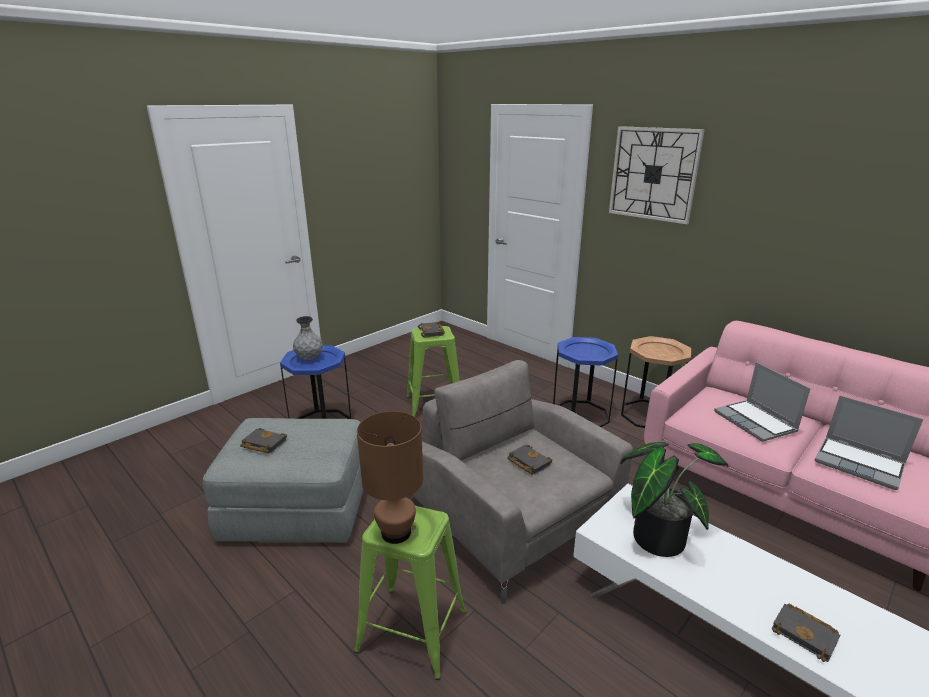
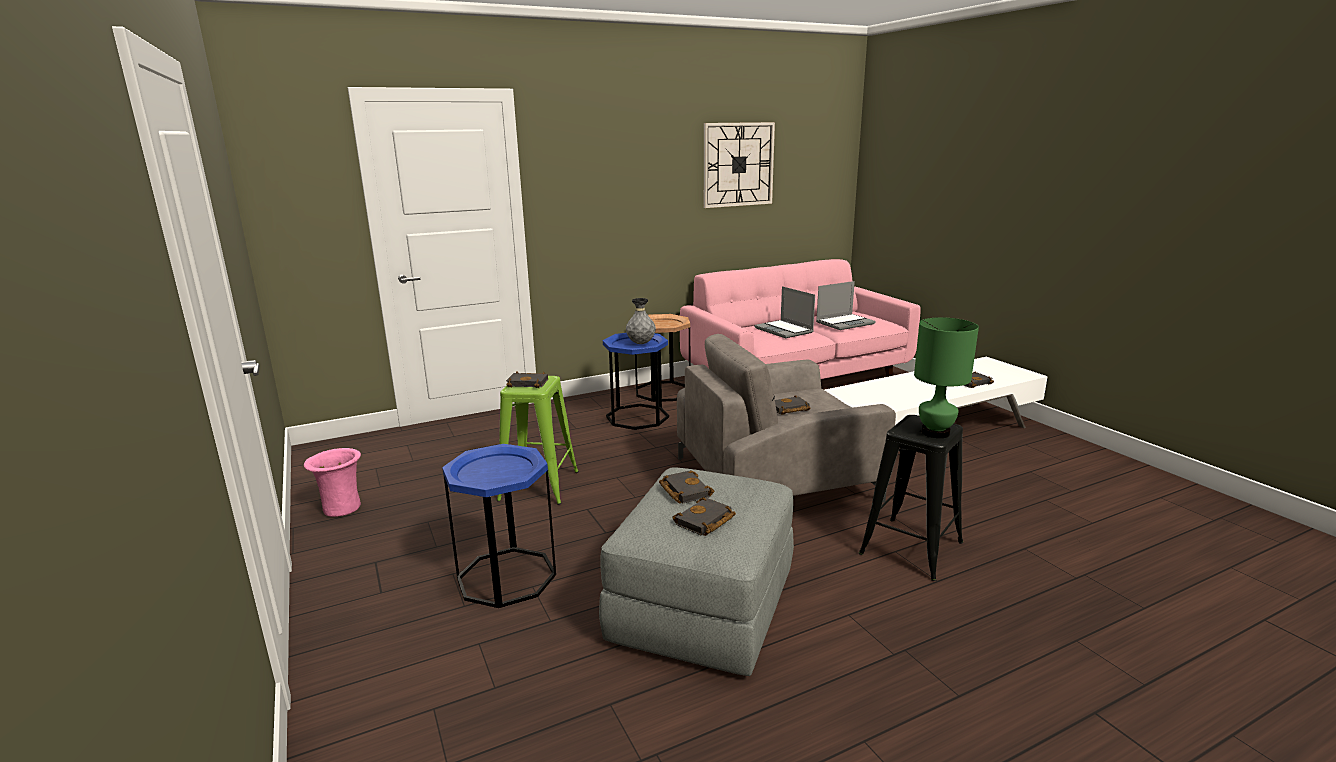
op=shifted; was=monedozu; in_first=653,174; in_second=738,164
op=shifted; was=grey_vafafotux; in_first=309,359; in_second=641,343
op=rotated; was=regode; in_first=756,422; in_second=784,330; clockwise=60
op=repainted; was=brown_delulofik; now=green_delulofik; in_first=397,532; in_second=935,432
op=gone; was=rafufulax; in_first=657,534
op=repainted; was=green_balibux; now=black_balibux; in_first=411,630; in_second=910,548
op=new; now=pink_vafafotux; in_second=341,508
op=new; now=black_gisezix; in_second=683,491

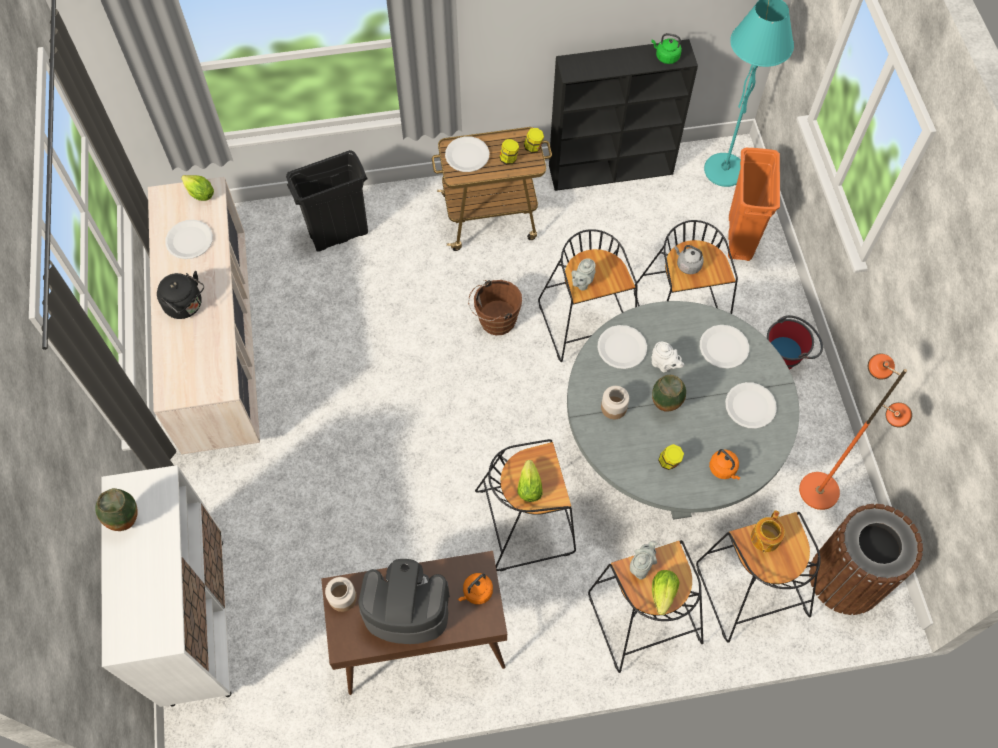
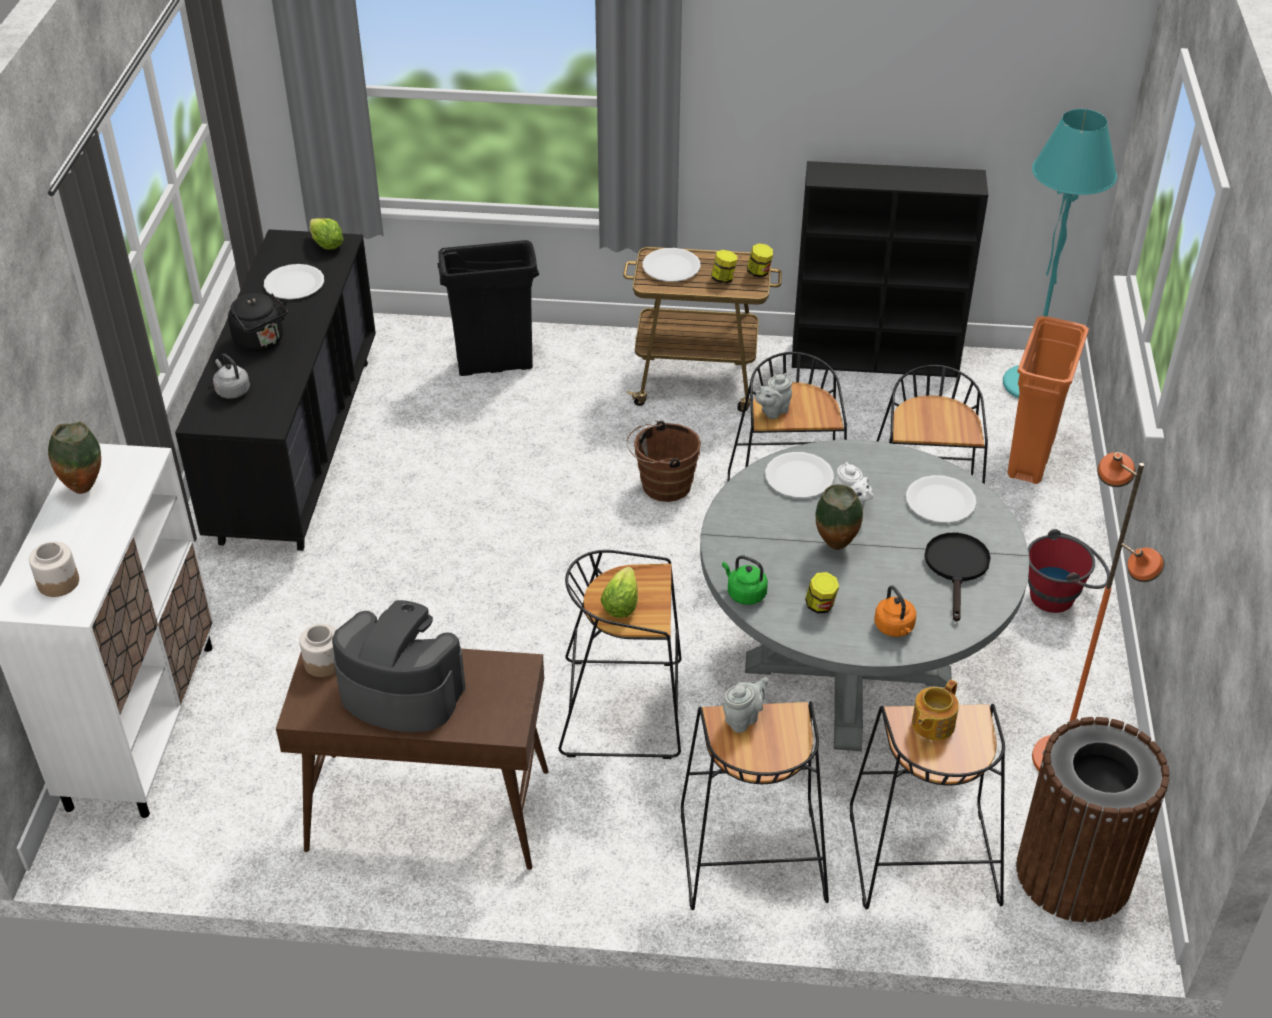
op=shifted; was=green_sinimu; in_first=666,57; in_second=744,593
op=repainted; was=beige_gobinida; now=black_gobinida; in_first=219,347; in_second=297,448
op=shifted; was=grey_sinimu; in_first=687,265; in_second=232,390
op=swapped; was=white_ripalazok; now=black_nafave; in_first=750,406; in_second=957,568
op=shifted; was=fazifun; in_first=613,407; in_second=58,582
op=gone; was=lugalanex; in_first=663,593
op=gone; was=orange_sinimu; in_first=476,592

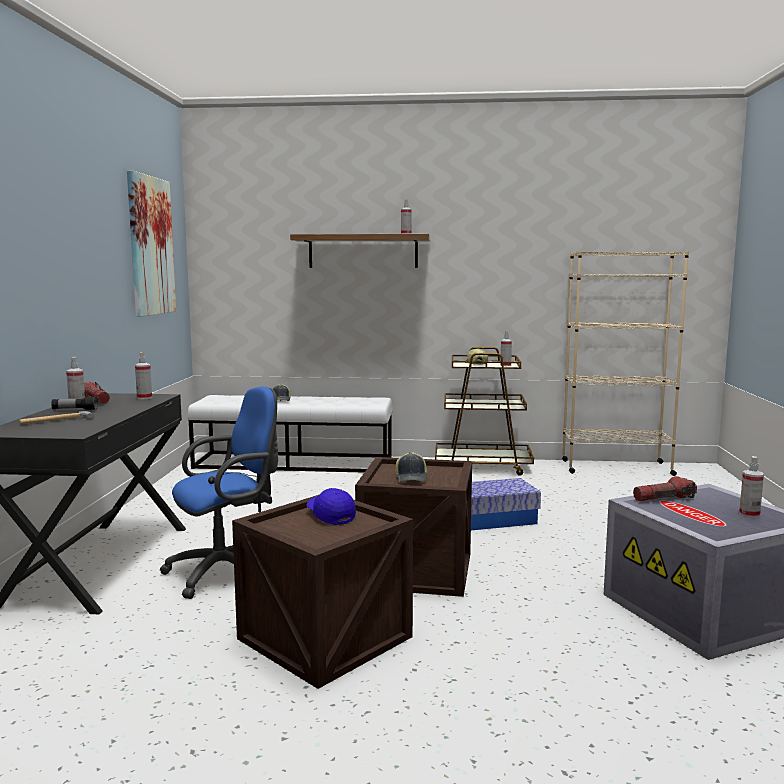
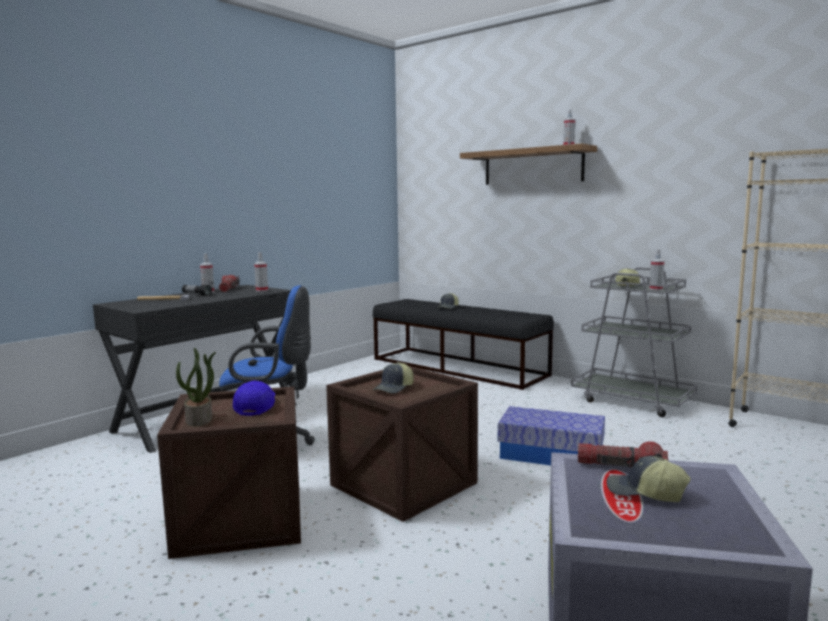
op=gone; was=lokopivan; in_first=150,246
op=repainted; was=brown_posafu; now=grey_posafu; in_first=483,466; in_second=632,401
op=repainted; was=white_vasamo; now=black_vasamo; in_first=294,462; in_second=458,367
op=gone; was=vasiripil; in_first=749,514
op=new; now=rafufulax; in_second=199,419
op=new; now=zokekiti; in_second=645,493

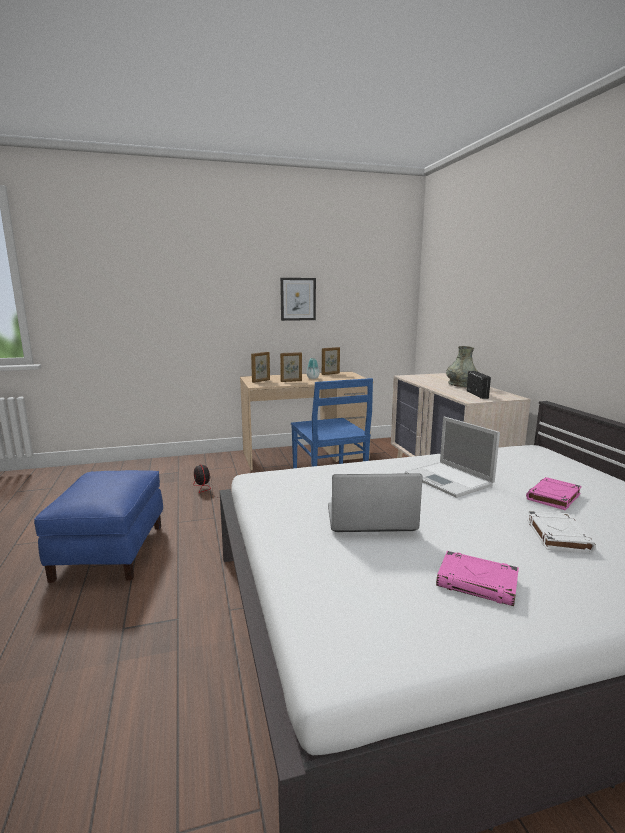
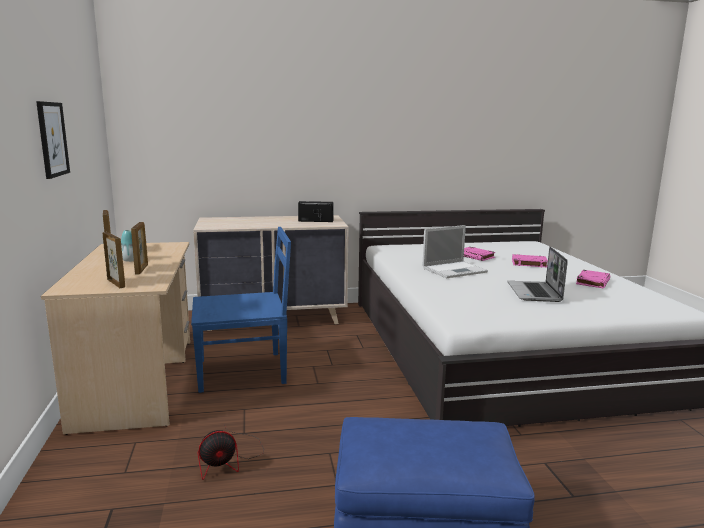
op=gone; was=grey_vafafotux; in_first=460,385
op=repainted; was=white_gisezix; now=pink_gisezix; in_first=557,535; in_second=528,263

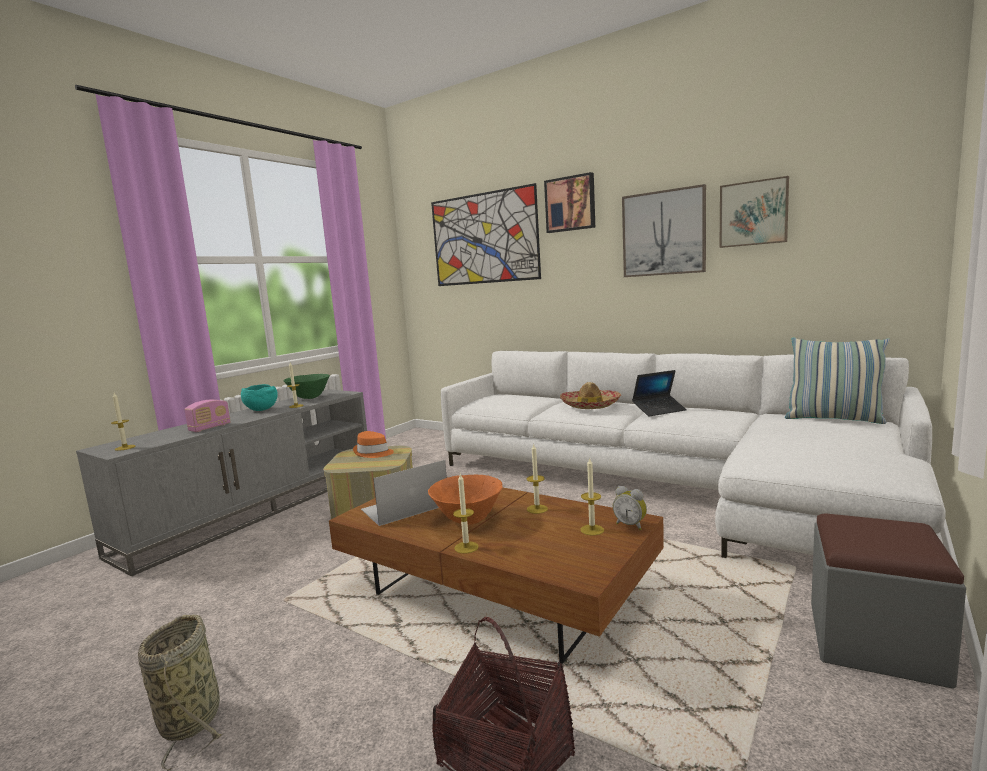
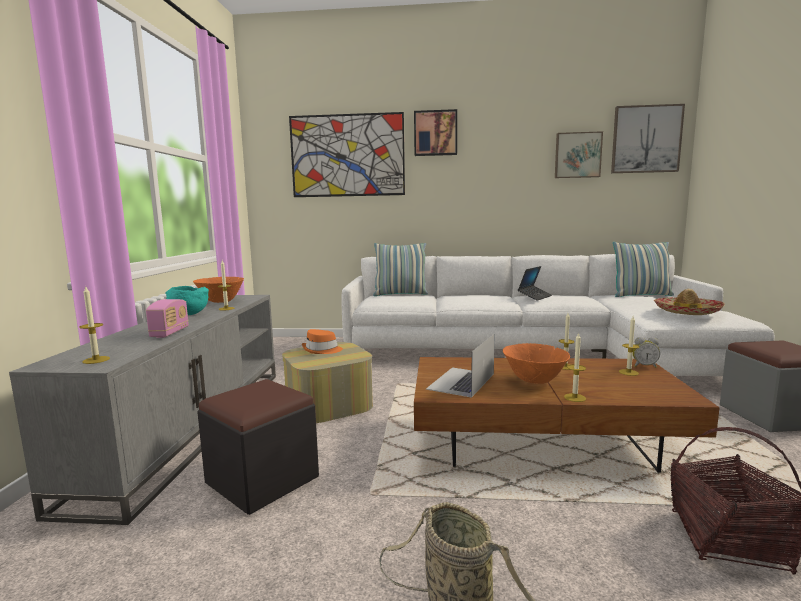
op=shifted; was=lokopivan; in_first=663,233; in_second=646,139
op=repainted; was=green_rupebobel; now=orange_rupebobel; in_first=309,398; in_second=220,302
op=shifted; was=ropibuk; in_first=590,405; in_second=687,312
op=new; now=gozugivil; in_second=400,294
op=new; now=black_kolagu; in_second=262,480

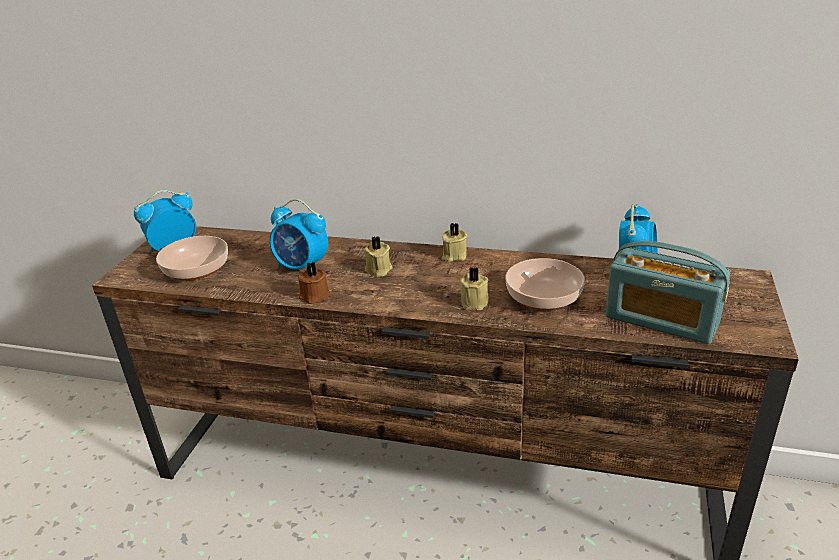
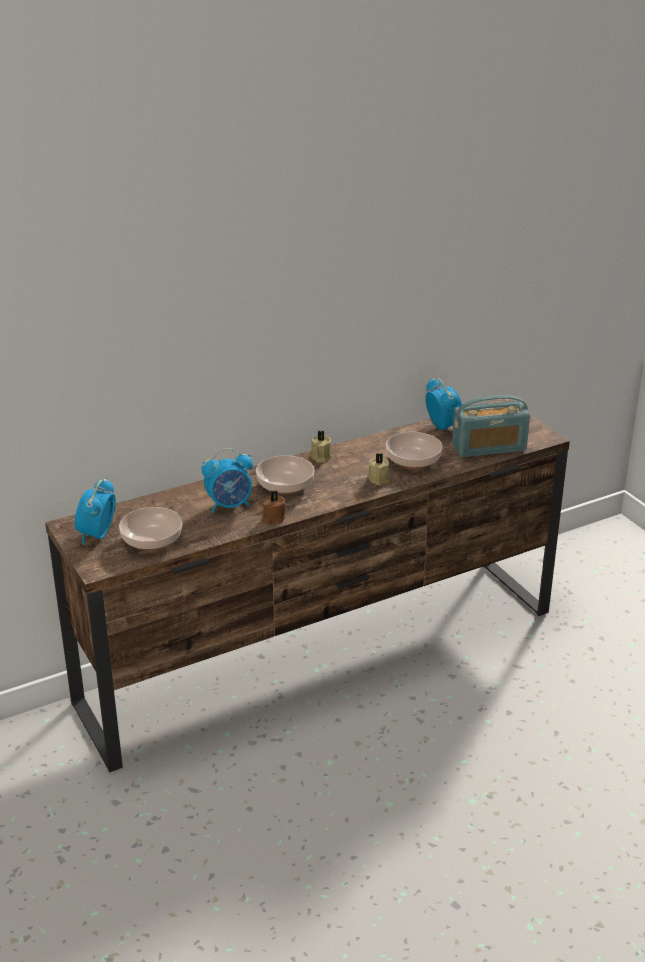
op=swapped; was=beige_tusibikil; now=rupebobel; in_first=378,270; in_second=286,485

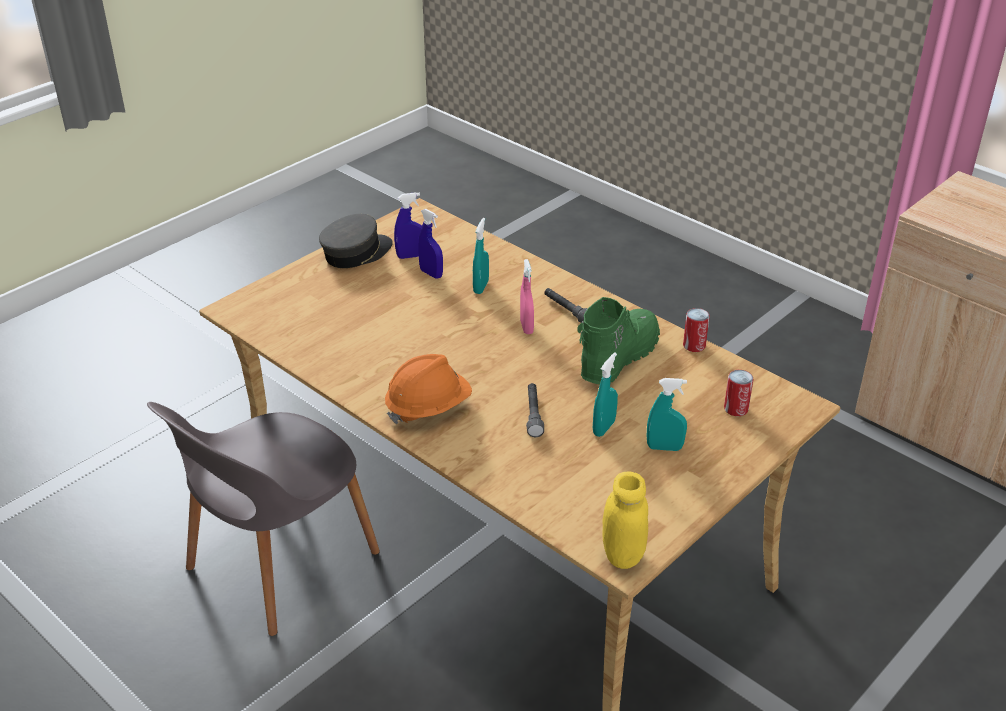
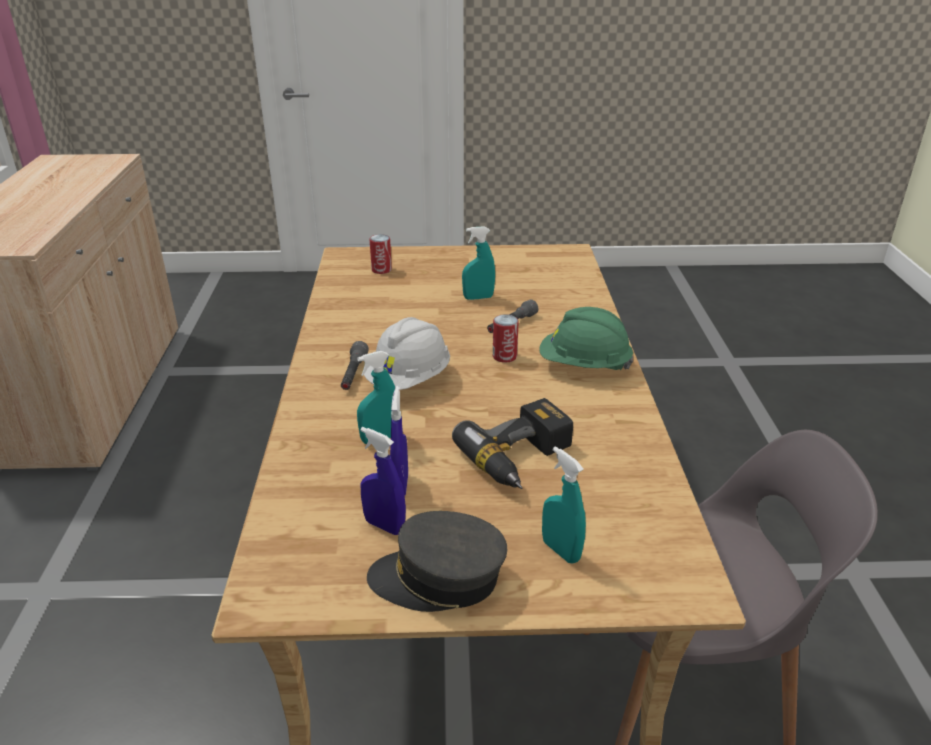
op=swapped; was=pink_vasiripil; now=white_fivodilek; in_first=526,327; in_second=409,380
op=gone; was=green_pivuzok; in_first=617,358
op=shifted; was=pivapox; in_first=694,345; in_second=504,356
op=repainted; was=orange_fivodilek; now=green_fivodilek; in_first=428,407; in_second=583,366
op=shifted; was=turquoise_vasiripil; in_first=664,447; in_second=560,550
op=gone; was=yellow_fazifun; in_first=623,555
op=new; now=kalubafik; in_second=521,459

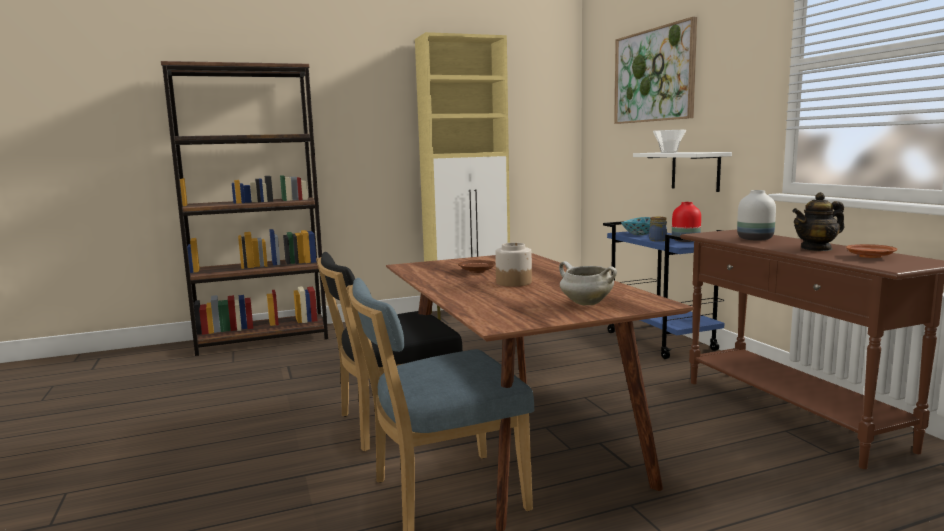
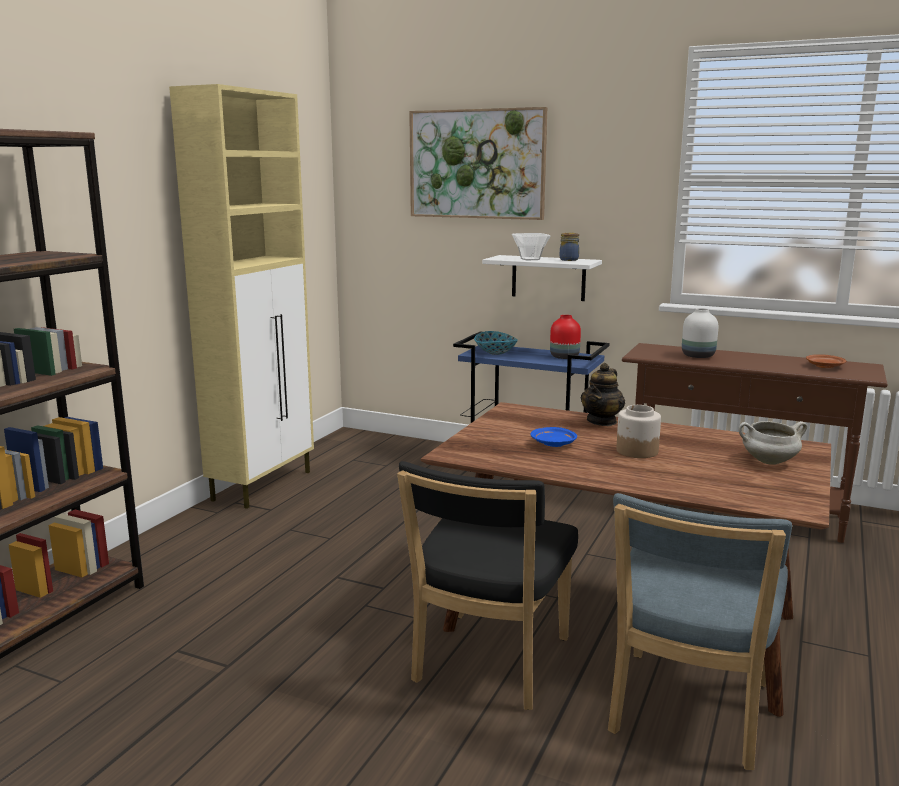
op=shifted; was=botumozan; in_first=816,248; in_second=602,421
op=shifted; was=fazifun; in_first=657,240; in_second=568,259
op=repainted; was=brown_ripalazok; now=blue_ripalazok; in_first=476,271; in_second=553,444

